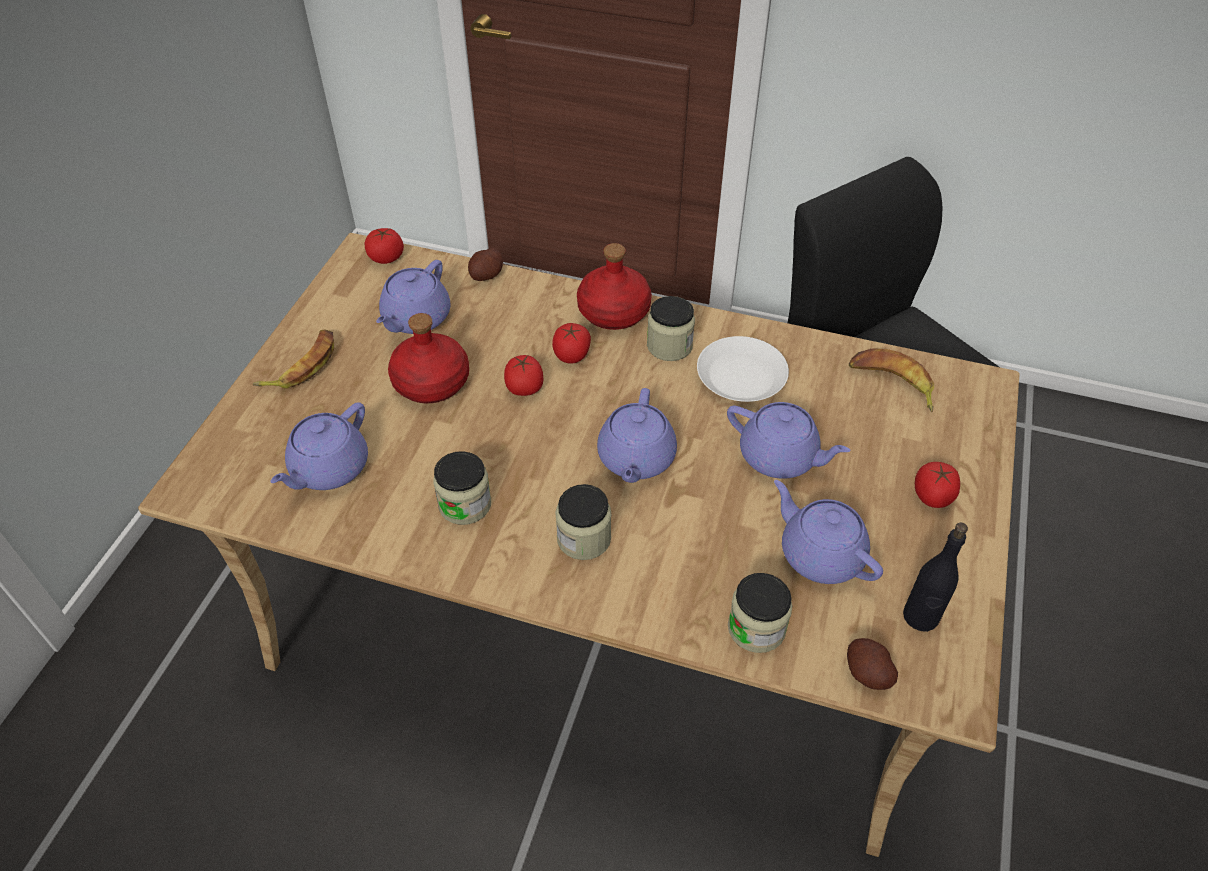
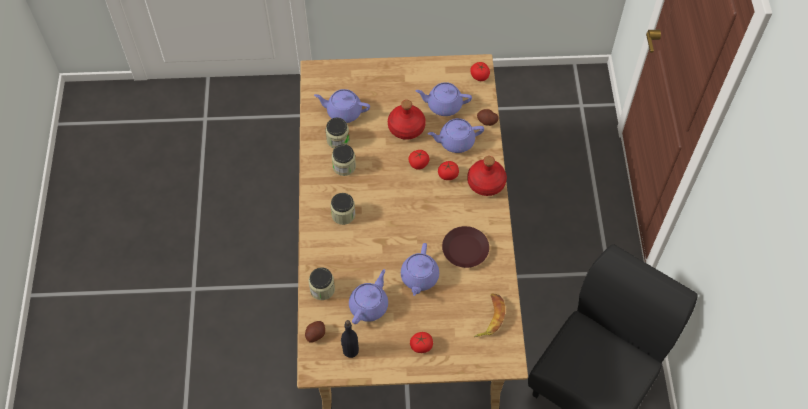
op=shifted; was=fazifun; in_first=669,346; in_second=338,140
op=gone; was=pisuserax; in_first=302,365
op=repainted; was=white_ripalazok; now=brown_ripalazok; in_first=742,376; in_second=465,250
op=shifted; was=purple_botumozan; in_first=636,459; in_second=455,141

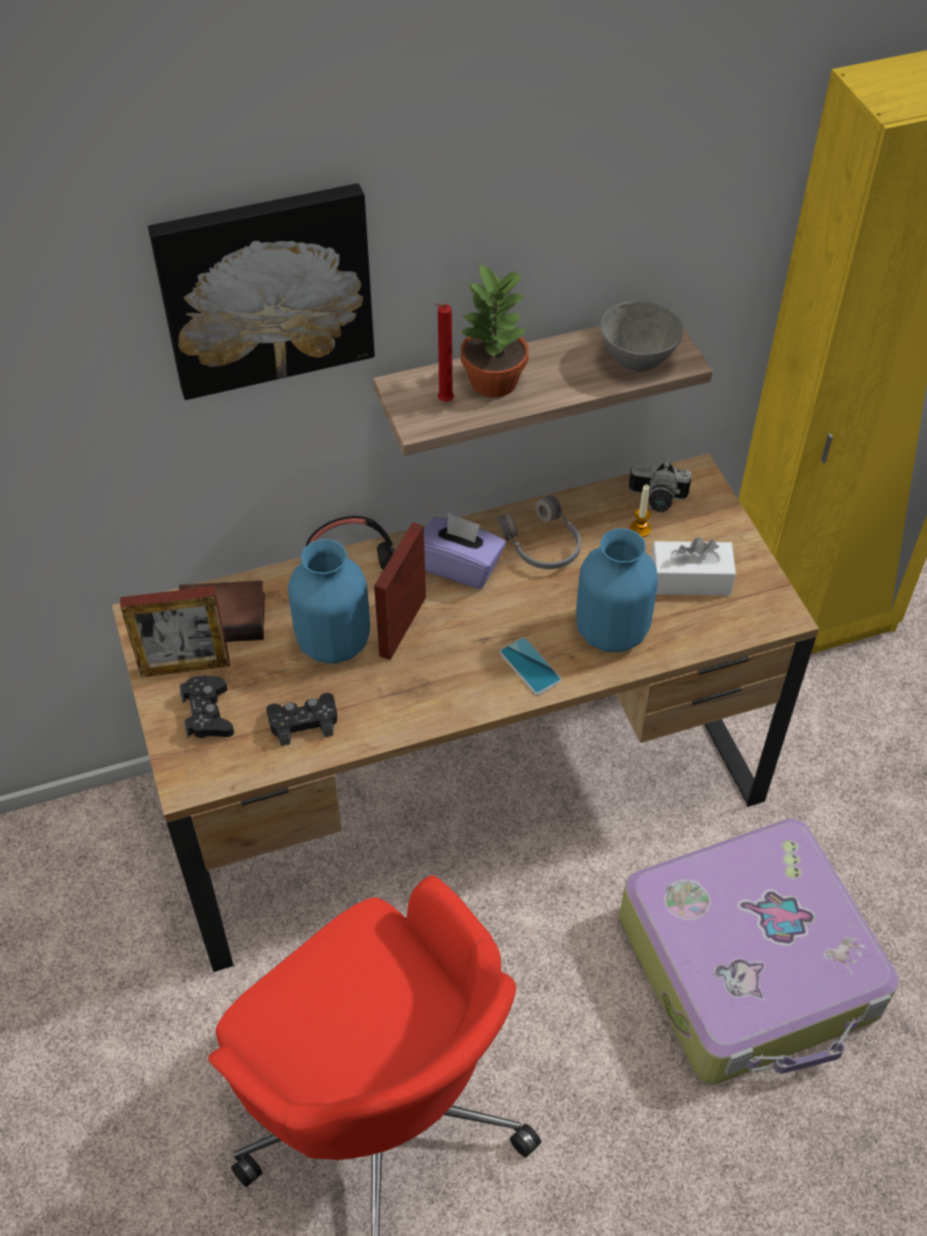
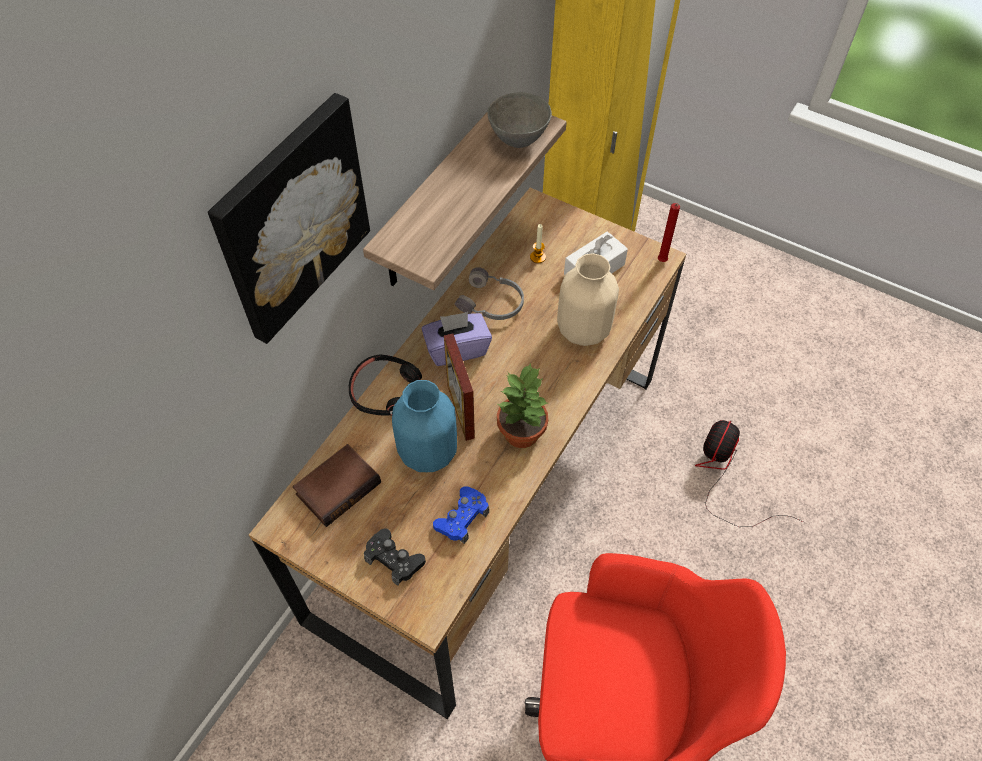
op=shifted; was=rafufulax; in_first=494,382; in_second=522,433
op=shifted; was=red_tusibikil; in_first=443,402; in_second=662,262
op=gone; was=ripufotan; in_first=656,500
op=repainted; was=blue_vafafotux; now=beige_vafafotux; in_first=610,631; in_second=582,330
op=gone; was=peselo; in_first=185,667
op=gone; was=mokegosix; in_first=530,666
op=repainted; was=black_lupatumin; now=blue_lupatumin; in_first=303,722; in_second=462,518
op=swapped; was=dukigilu; now=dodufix; in_first=750,966; in_second=725,476

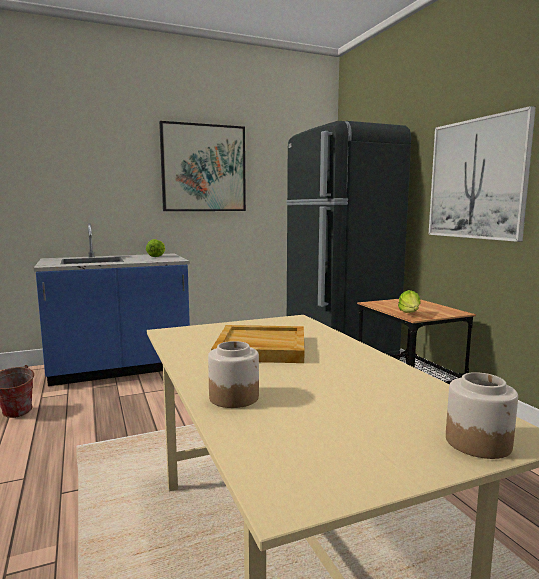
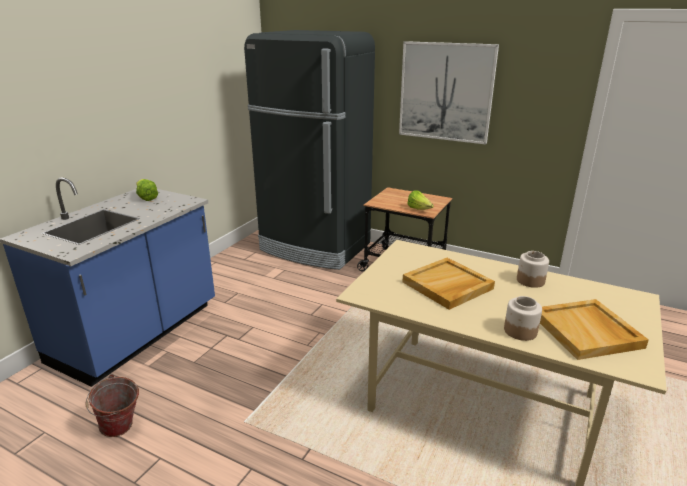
op=gone; was=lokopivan; in_first=203,168
op=shifted; was=fazifun; in_first=478,442; in_second=530,280
op=new; now=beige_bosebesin; in_second=587,332

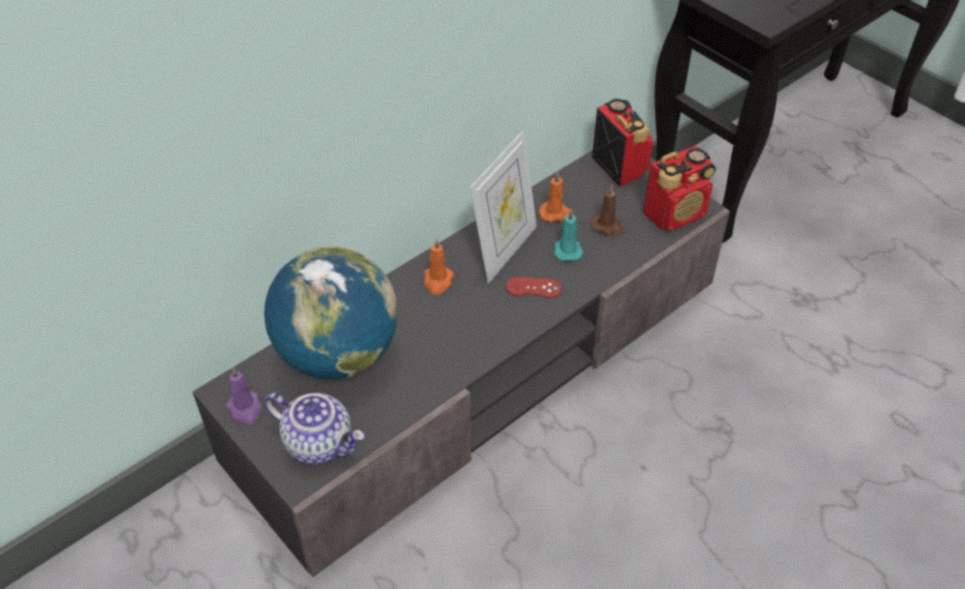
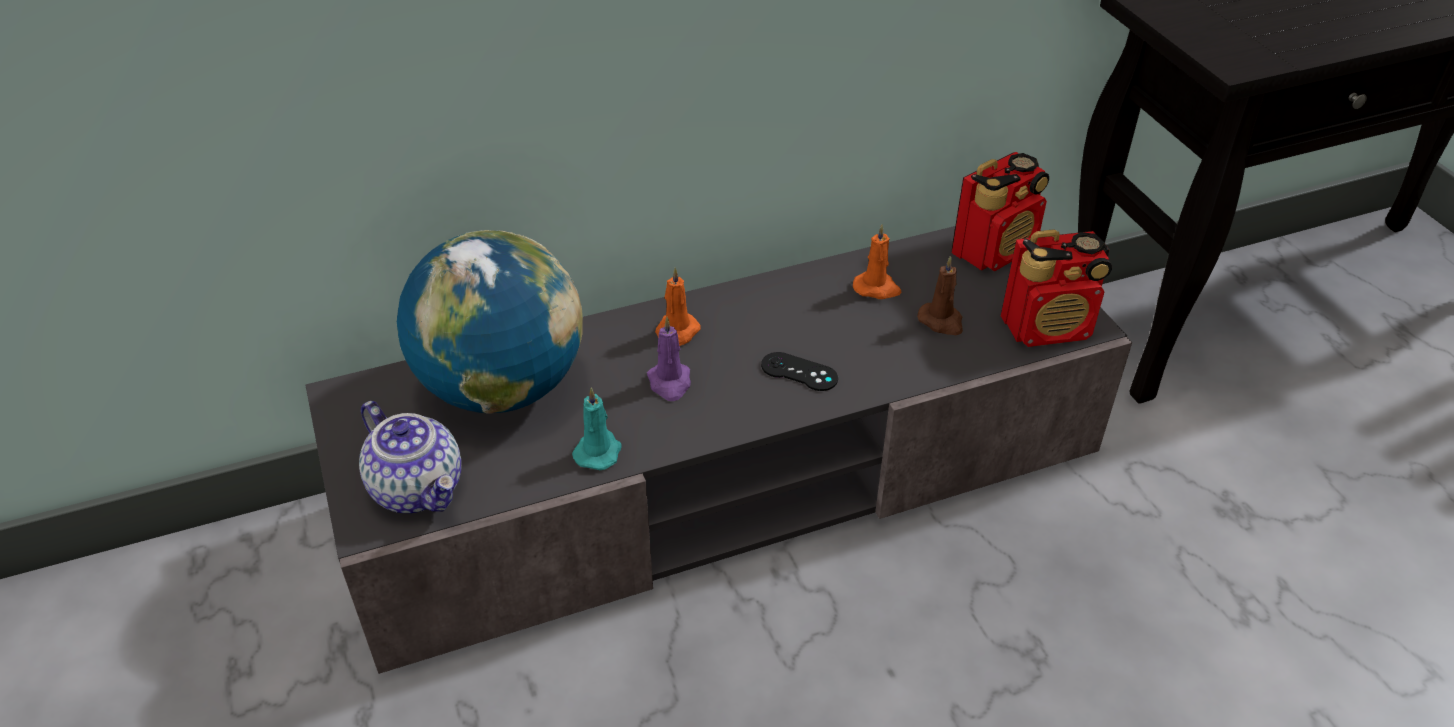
op=rotated; was=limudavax; in_first=619,166; in_second=994,250; clockwise=60
op=gone; was=peselo; in_first=504,250
op=shifted; was=turquoise_tusibikil; in_first=567,250; in_second=598,451
op=repainted; was=red_lupatumin; now=black_lupatumin; in_first=533,288; in_second=799,372
op=shifted; was=purple_tusibikil; in_first=245,409; in_second=670,383

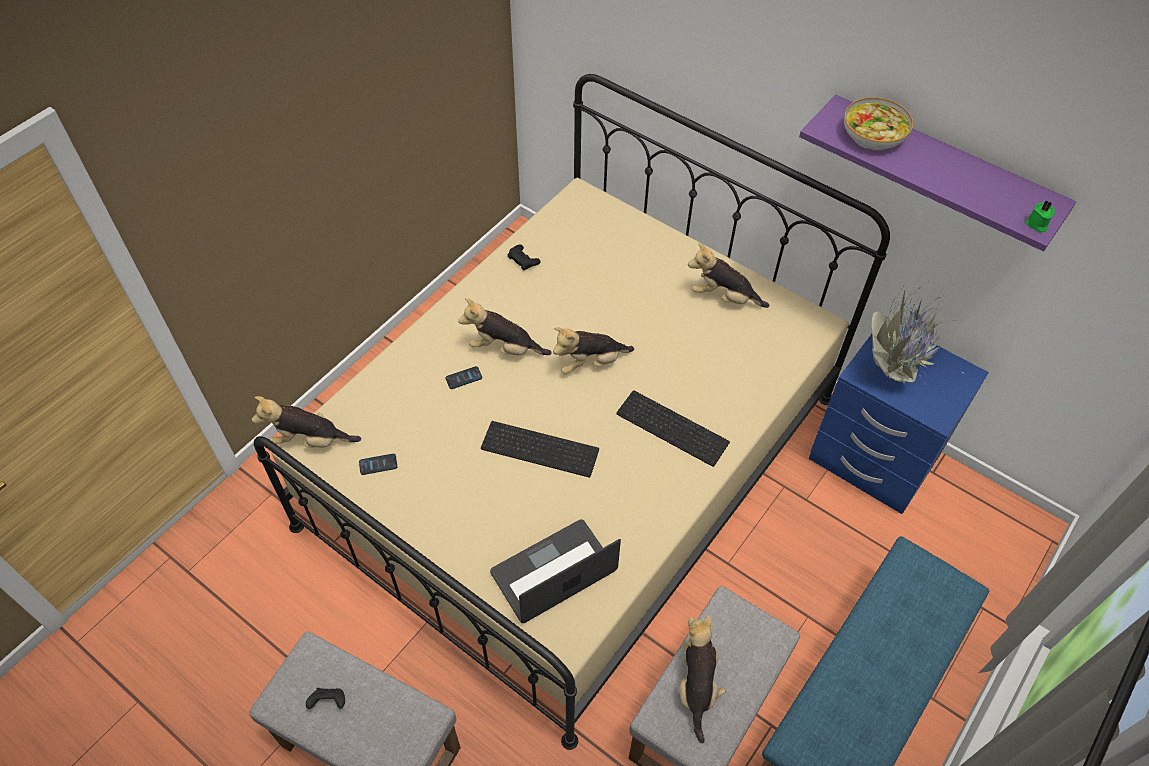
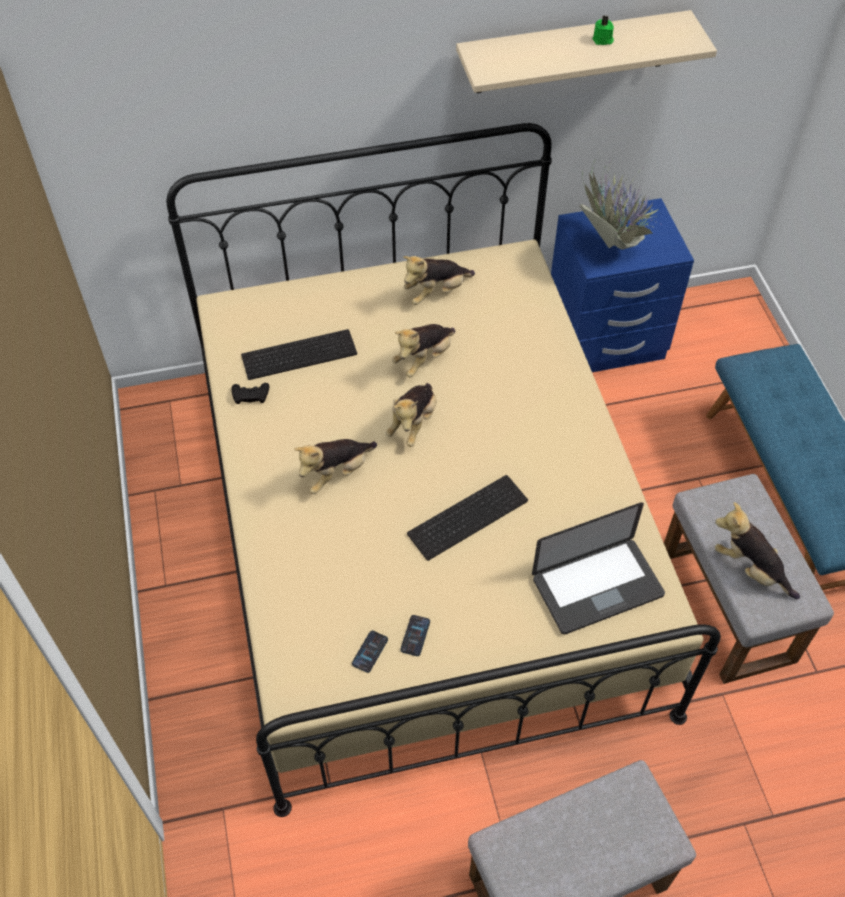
op=repainted; was=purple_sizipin; now=beige_sizipin; in_first=940,169; in_second=572,52
op=gone; was=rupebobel; in_first=873,135
op=shifted; was=green_tusibikil; in_first=1037,224; in_second=603,40
op=shifted; was=mokegosix; in_first=463,378; in_second=415,636
op=shifted; was=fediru; in_first=674,427; in_second=300,353
op=shifted; was=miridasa; in_first=310,440; in_second=424,359
op=rotated; was=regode; in_first=553,572; in_second=597,587; clockwise=-120
op=gone; was=black_lupatumin; in_first=329,702

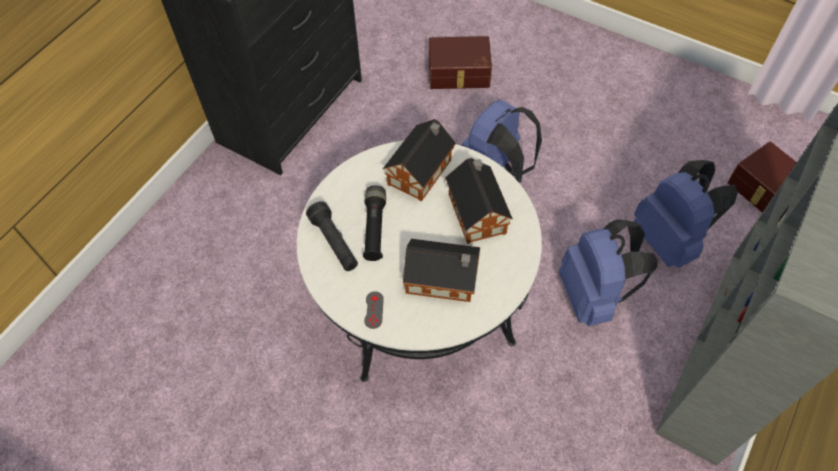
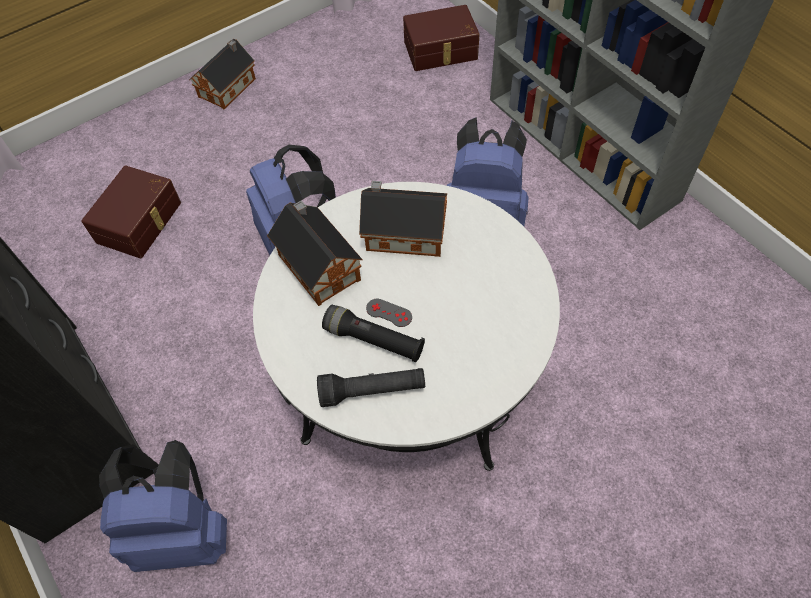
op=shifted; was=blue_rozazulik; in_first=669,240; in_second=183,531
op=shifted; was=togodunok; in_first=444,280; in_second=229,86
op=shifted; was=grey_lupatumin; in_first=374,310; in_second=389,313

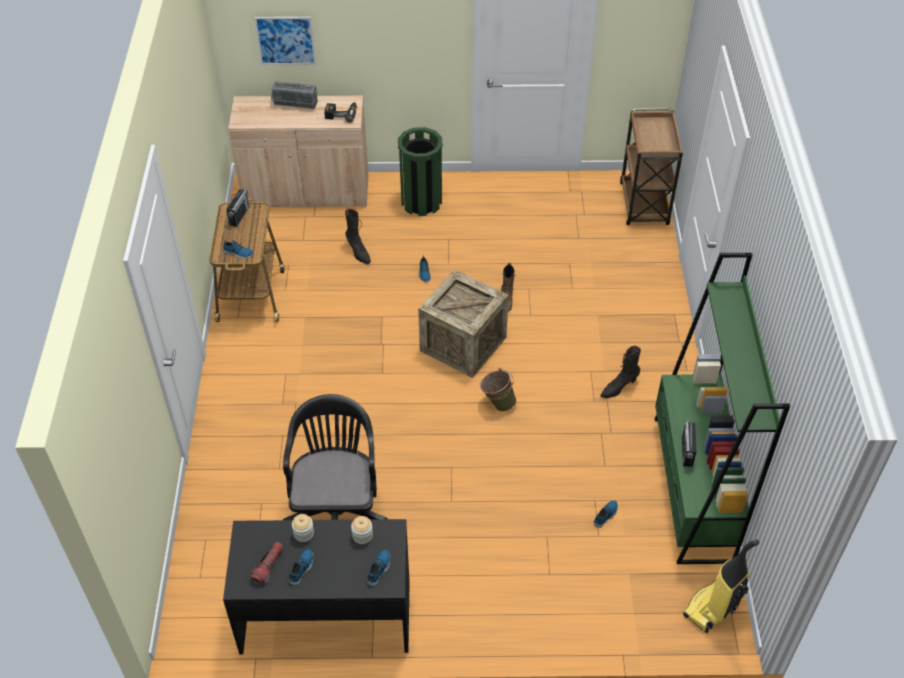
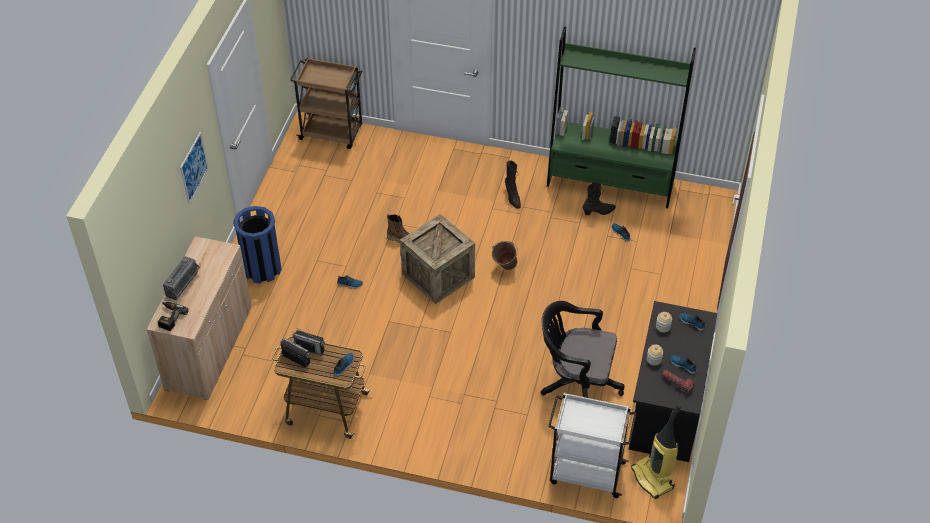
op=shifted; was=lokopivan; in_first=285,40; in_second=193,167
op=shifted; was=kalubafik; in_first=341,114; in_second=169,317
op=repainted; was=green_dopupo; now=blue_dopupo; in_first=421,202; in_second=262,269
op=shifted; was=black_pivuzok; in_first=358,252; in_second=598,212
op=shifted; was=limudavax; in_first=687,451; in_second=310,348
op=shifted; was=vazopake; in_first=712,609; in_second=653,478
op=new; now=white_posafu; in_second=585,472

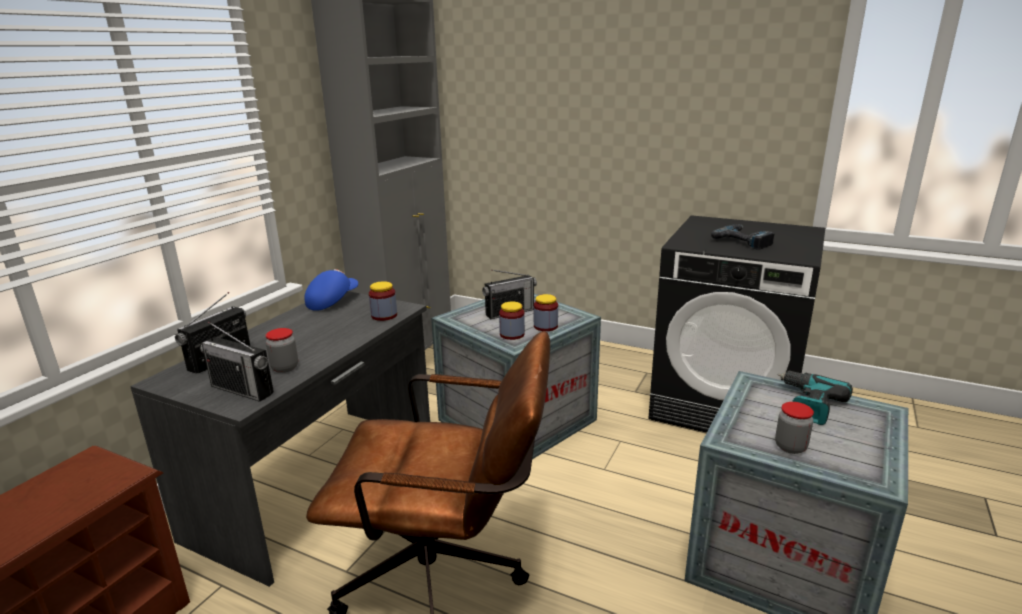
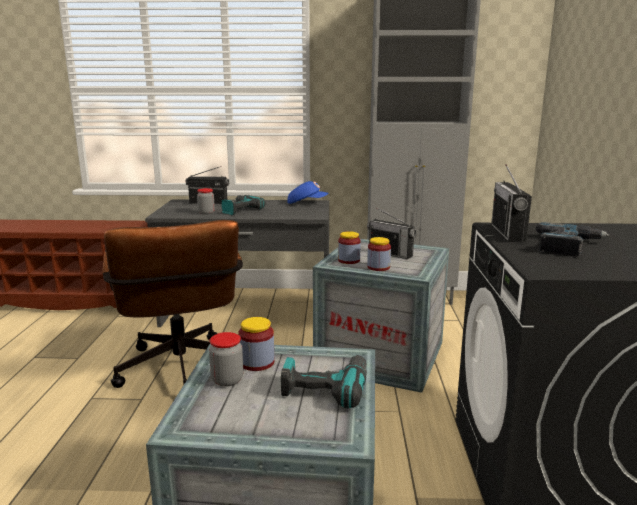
op=shifted; was=fazifun; in_first=384,315; in_second=257,362
op=shifted; was=limudavax; in_first=242,390; in_second=507,233
op=new; now=kalubafik; in_second=239,210

